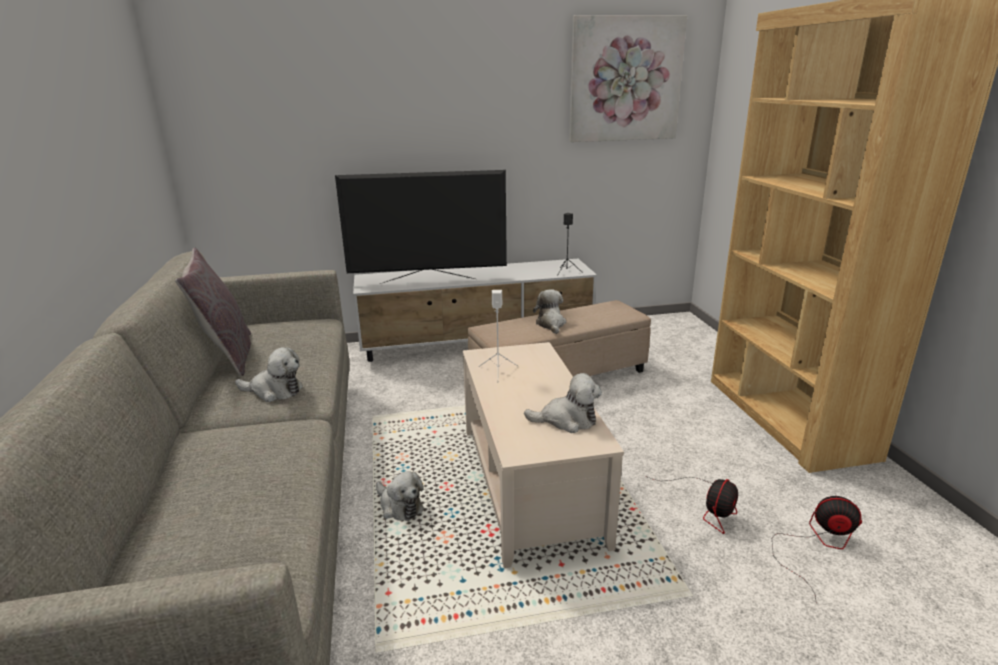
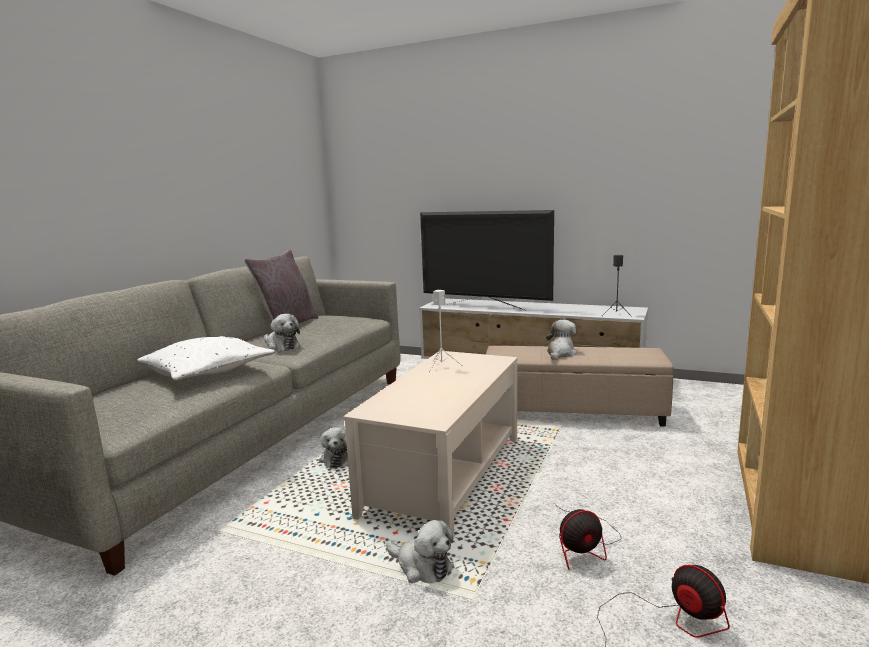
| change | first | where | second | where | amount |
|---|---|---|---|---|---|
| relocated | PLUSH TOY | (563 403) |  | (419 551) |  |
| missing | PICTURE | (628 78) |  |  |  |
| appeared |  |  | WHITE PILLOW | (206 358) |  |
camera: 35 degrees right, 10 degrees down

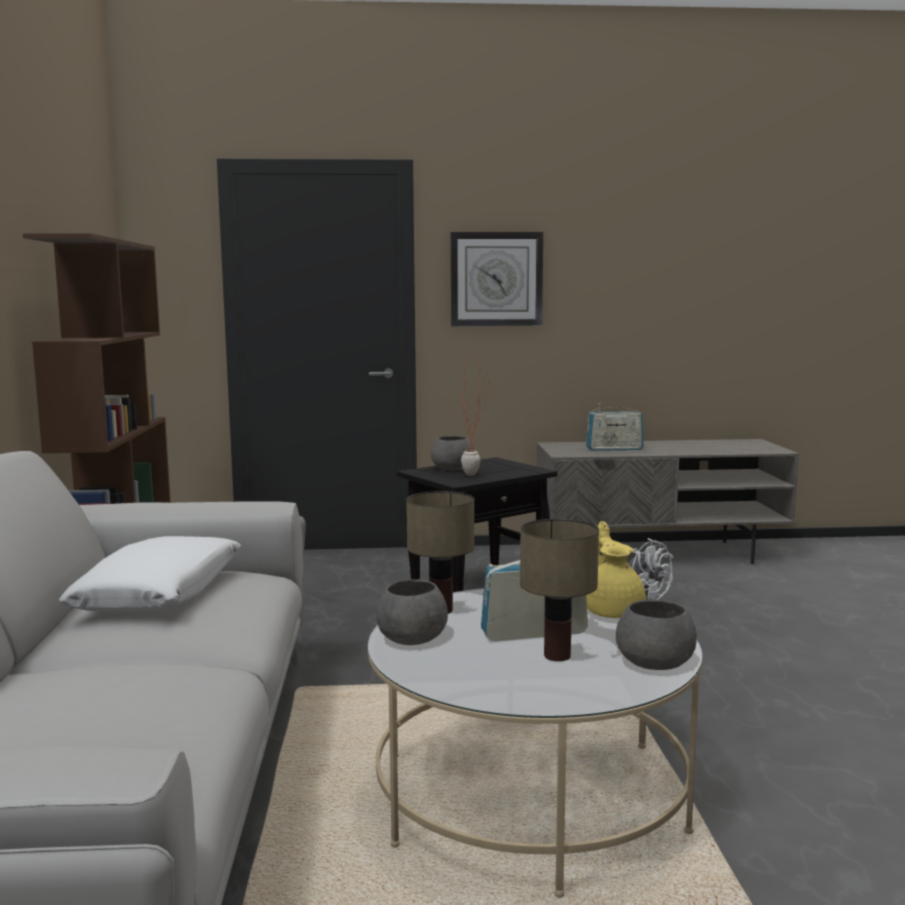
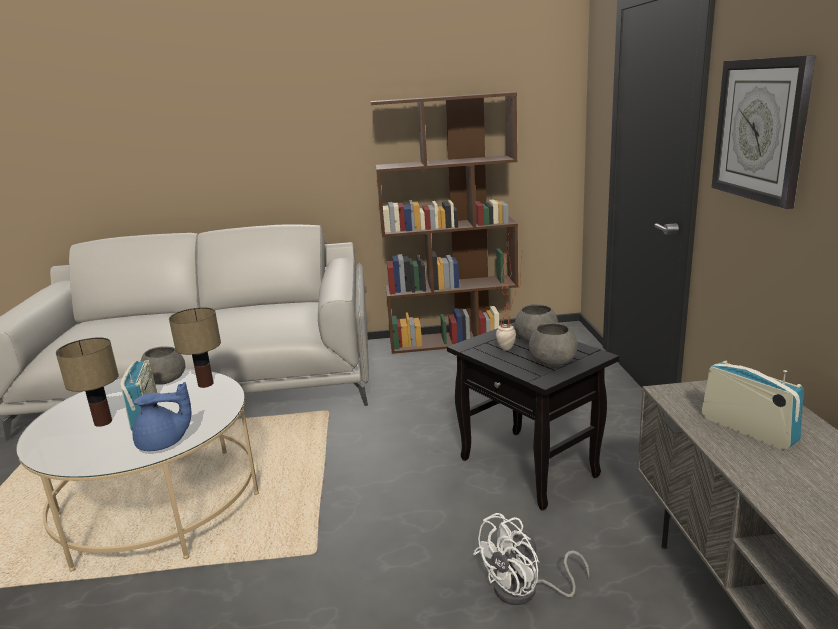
| change | first | where | second | where | amount |
|---|---|---|---|---|---|
| missing | WHITE PILLOW | (150 574) |  |  |  |
| spun | RADIO | (615 427) |  | (753 405) | 150 degrees clockwise |
| colour | YELLOW TEAPOT | (616 569) | BLUE TEAPOT | (161 416) |  |
| relocated | GREY BOWL | (656 634) |  | (553 344) |  |
camera: 90 degrees right, 10 degrees up

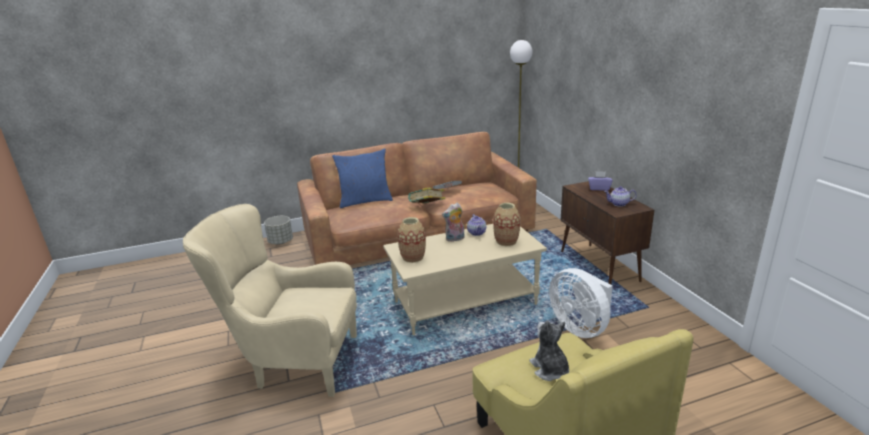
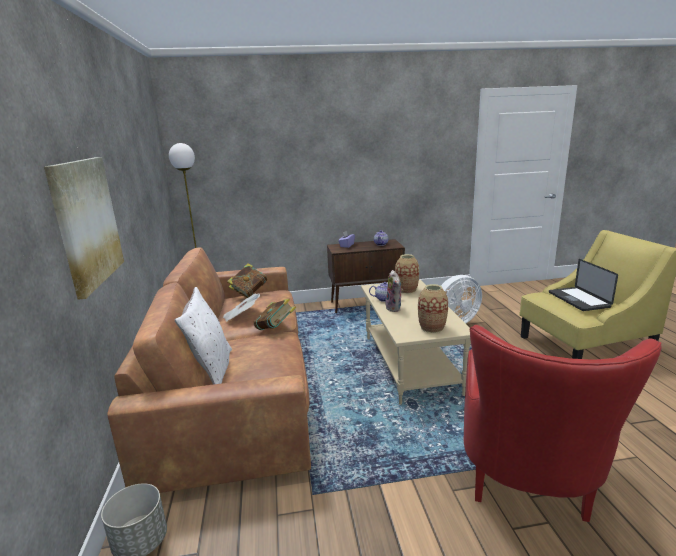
| change | first | where | second | where | amount |
|---|---|---|---|---|---|
| colour | BEIGE ARMCHAIR | (270 300) | RED ARMCHAIR | (563 423) |  |
| colour | BLUE PILLOW | (362 178) | WHITE PILLOW | (203 336) |  |
| exchanged | PLUSH TOY | (549 351) | LAPTOP | (583 285) |  |
| appeared |  |  | PICTURE | (84 228) |  |
| appeared |  |  | BOOK | (247 280) |  |
camera: 80 degrees left, 5 degrees down

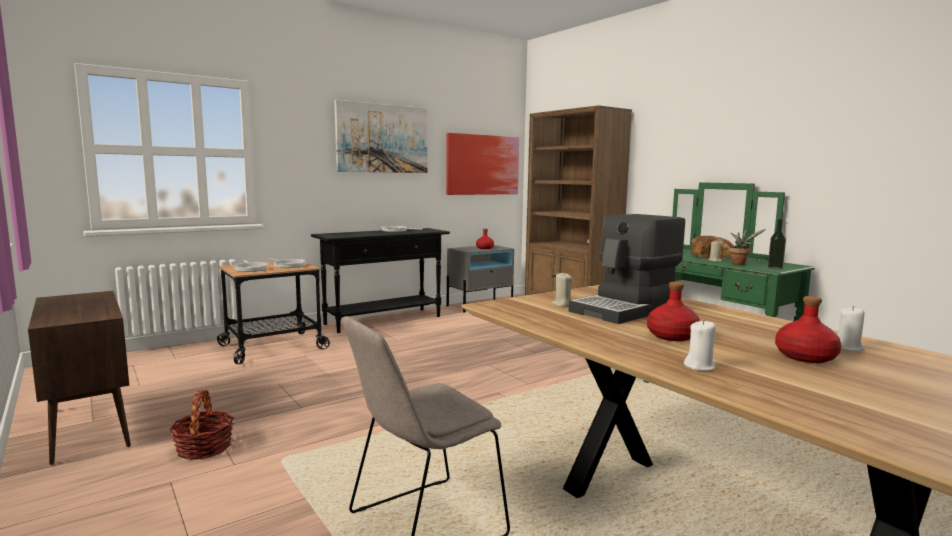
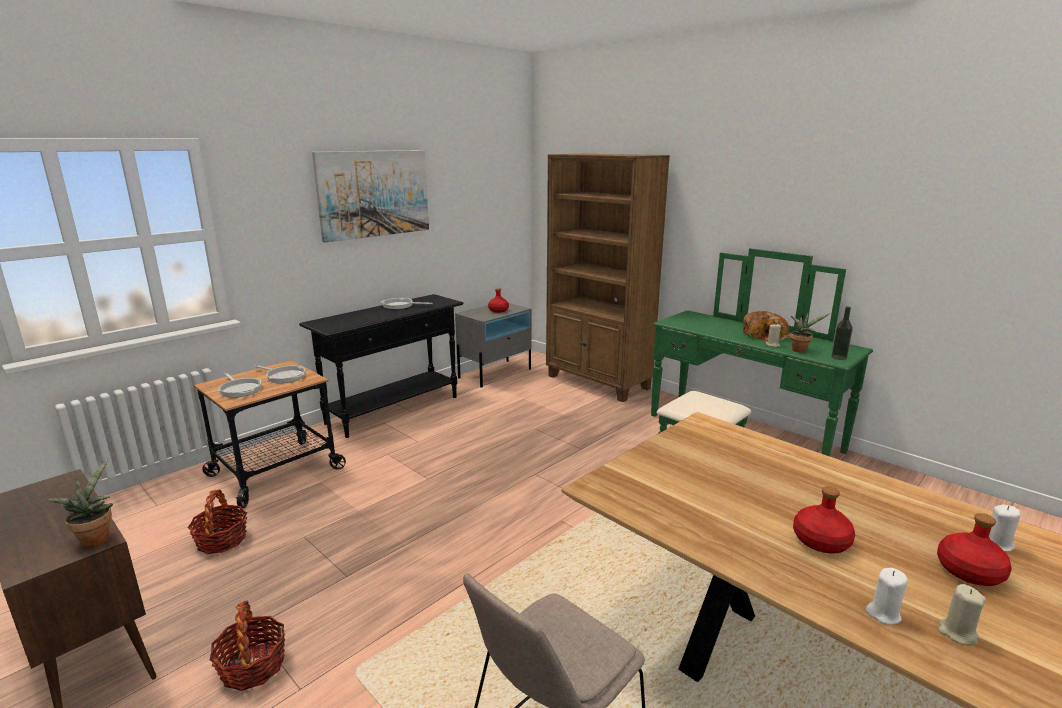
| change | first | where | second | where | amount |
|---|---|---|---|---|---|
| missing | PICTURE | (482 164) |  |  |  |
| relocated | BEIGE CANDLE | (562 290) |  | (962 615) |  |
| missing | COFFEE MACHINE | (626 269) |  |  |  |
| appeared |  |  | POTTED PLANT | (79 503) |  |
| appeared |  |  | BASKET | (217 521) |  |
camera: 10 degrees left, 10 degrees up

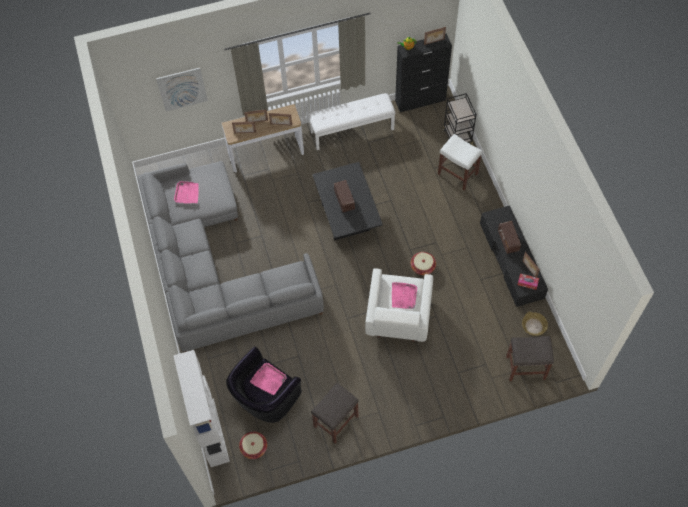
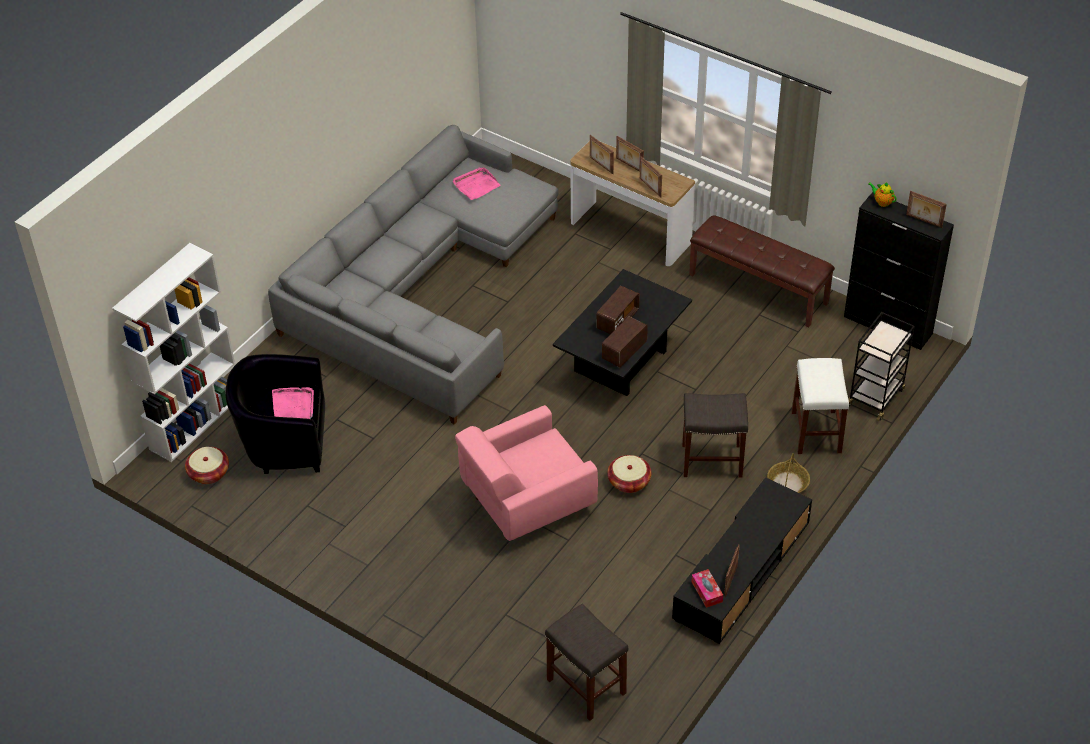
| change | first | where | second | where | amount |
|---|---|---|---|---|---|
| missing | PICTURE | (182 89) |  |  |  |
| colour | WHITE BENCH | (352 121) | BROWN BENCH | (762 271) |  |
| relocated | GREY STOOL | (335 413) |  | (715 435) |  |
| colour | WHITE ARMCHAIR | (399 305) | PINK ARMCHAIR | (526 473) |  |
| missing | PINK TRAY | (404 295) |  |  |  |
| relocated | RADIO | (509 237) |  | (625 341) |  |
| relocated | BASKET | (535 324) |  | (788 473) |  |
camera: 50 degrees right, 15 degrees down

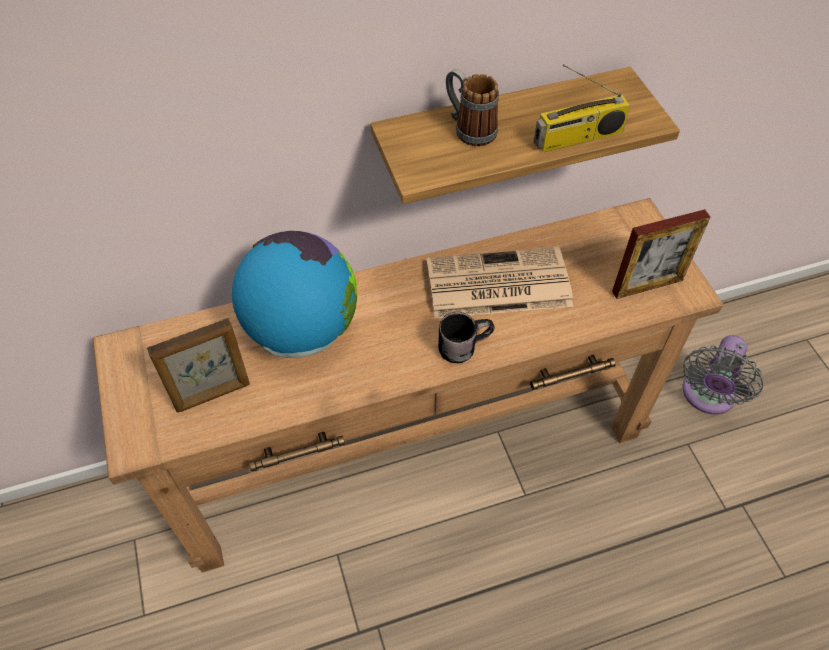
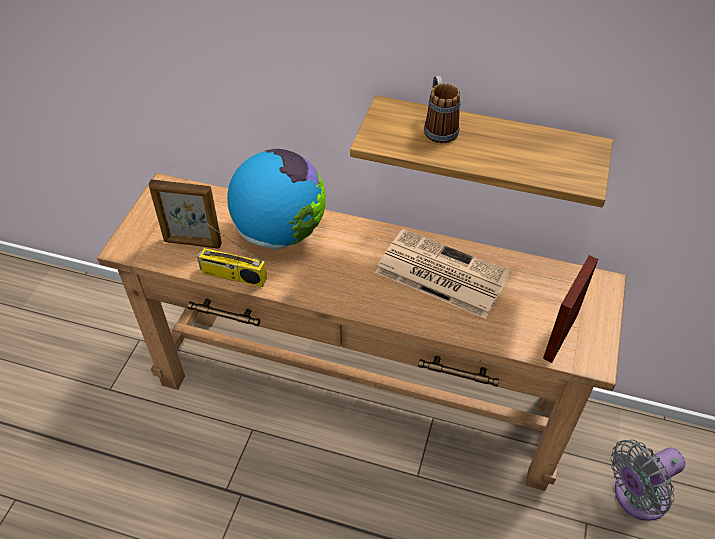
| change | first | where | second | where | amount |
|---|---|---|---|---|---|
| missing | BLACK MUG | (466 337) |  |  |  |
| relocated | RADIO | (582 108) |  | (232 255) |  |
| spun | PICTURE FRAME | (661 254) |  | (570 309) | 105 degrees clockwise |
camera: 35 degrees right, 5 degrees down

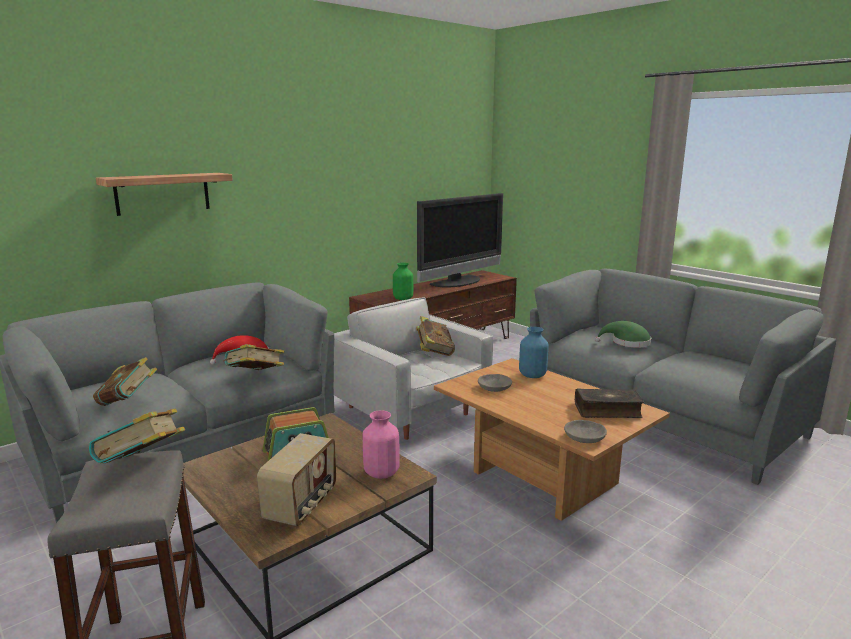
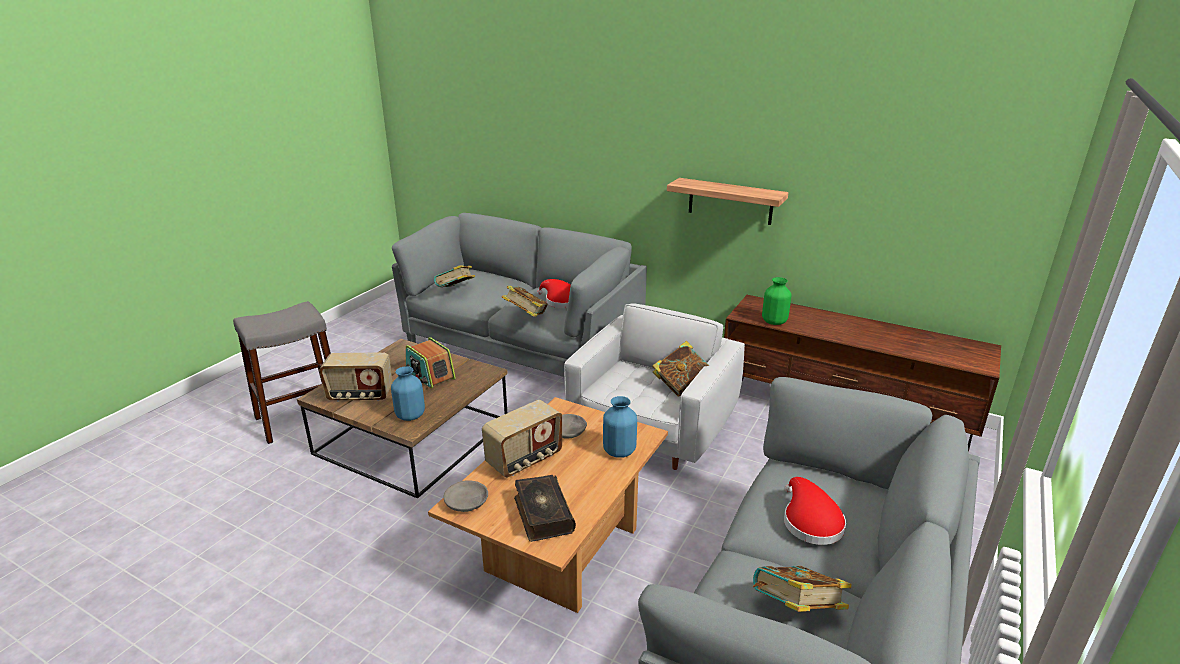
| change | first | where | second | where | amount |
|---|---|---|---|---|---|
| relocated | BOOK | (137 436) |  | (802 589) |  |
| relocated | SHELF | (164 194) |  | (728 201) |  |
| colour | PINK VASE | (381 444) | BLUE VASE | (408 393) |  |
| missing | TELEVISION | (460 240) |  |  |  |
| colour | GREEN HAT | (623 334) | RED HAT | (815 511) |  |
| appeared |  |  | RADIO | (522 439) |  |
camera: 70 degrees right, 10 degrees up

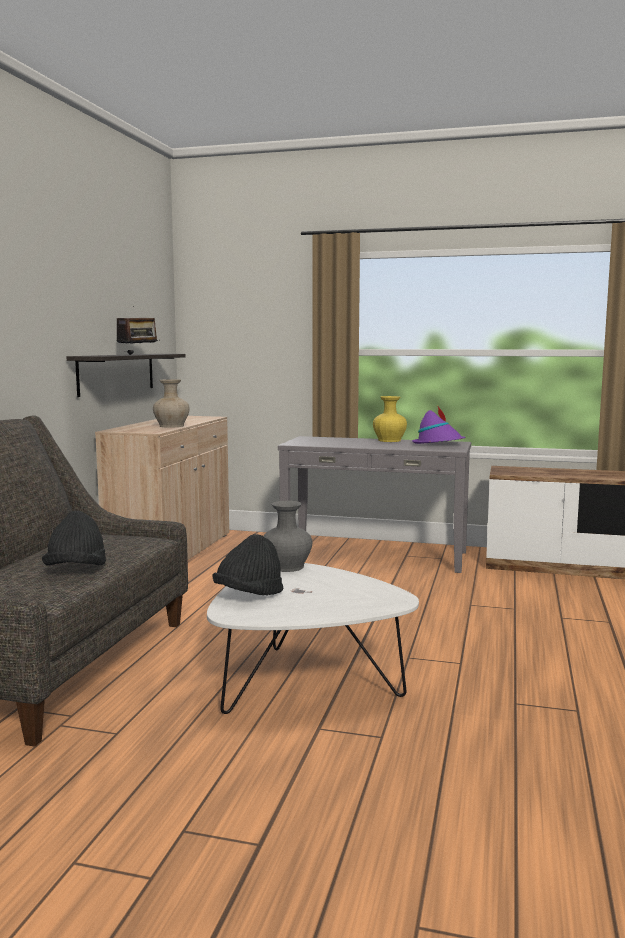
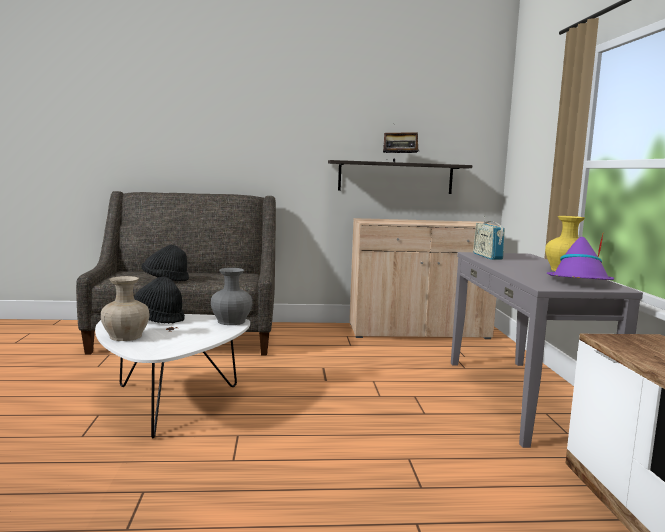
| change | first | where | second | where | amount |
|---|---|---|---|---|---|
| relocated | BEIGE VASE | (171 403) |  | (125 308) |  |
| appeared |  |  | RADIO | (489 238) |  |
camera: 70 degrees right, 0 degrees up

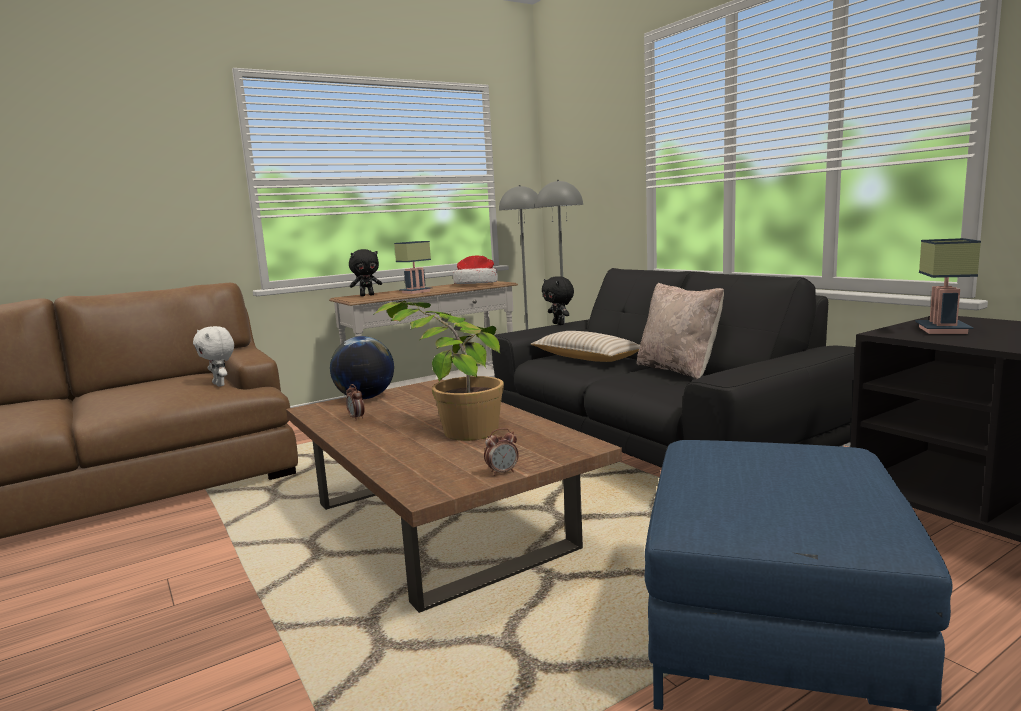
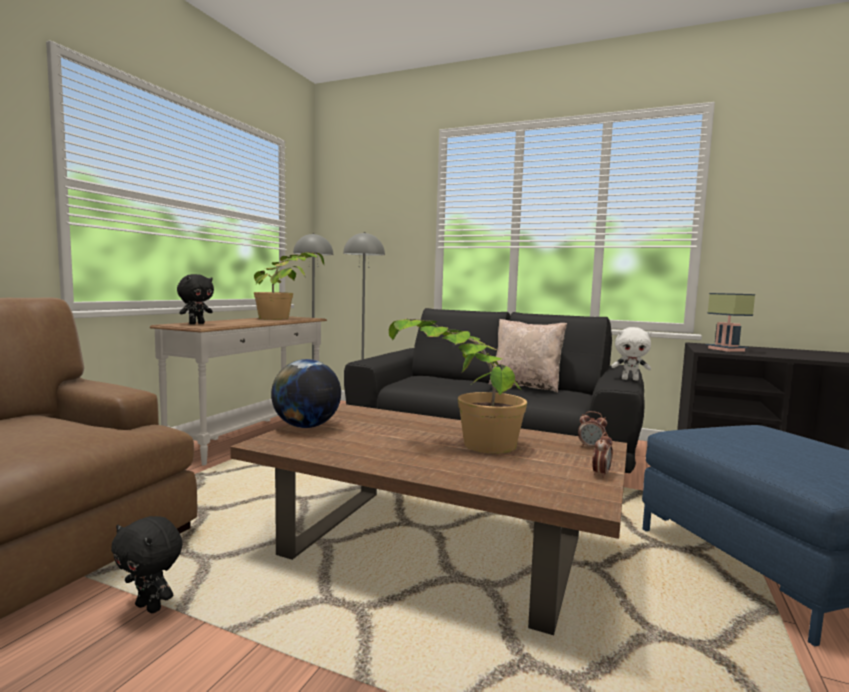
| change | first | where | second | where | amount |
|---|---|---|---|---|---|
| relocated | WHITE PLUSH TOY | (213 356) |  | (631 354) |  |
| relocated | ALARM CLOCK | (355 402) |  | (592 429) |  |
| missing | TABLE LAMP | (413 267) |  |  |  |
| exchanged | HAT | (475 270) | POTTED PLANT | (289 286) |  |
| missing | BEIGE PILLOW | (585 346) |  |  |  |
| relocated | BLACK PLUSH TOY | (558 300) |  | (147 564) |  |
camera: 35 degrees left, 5 degrees down

